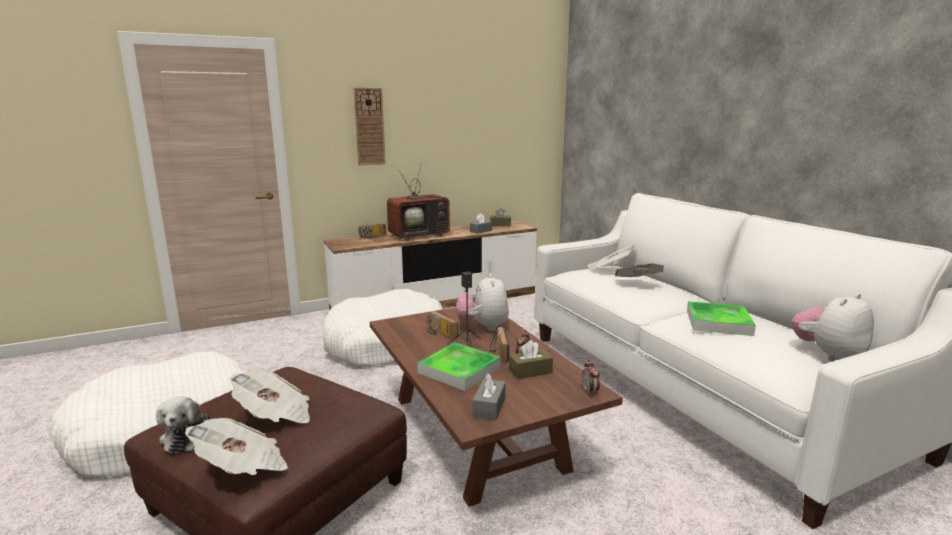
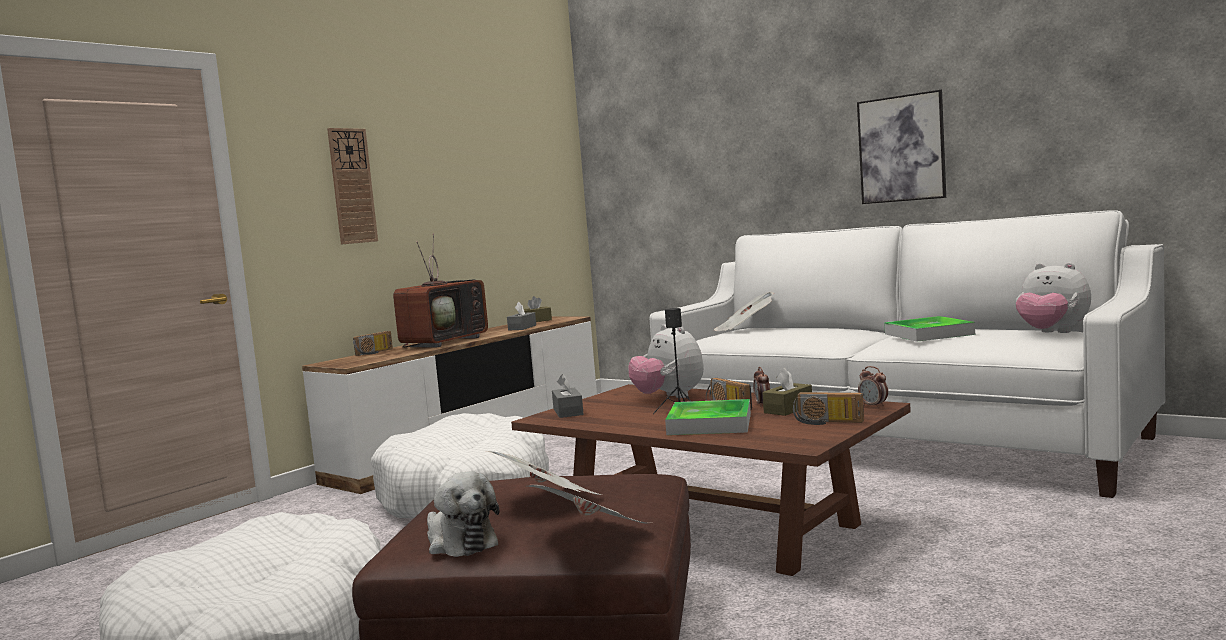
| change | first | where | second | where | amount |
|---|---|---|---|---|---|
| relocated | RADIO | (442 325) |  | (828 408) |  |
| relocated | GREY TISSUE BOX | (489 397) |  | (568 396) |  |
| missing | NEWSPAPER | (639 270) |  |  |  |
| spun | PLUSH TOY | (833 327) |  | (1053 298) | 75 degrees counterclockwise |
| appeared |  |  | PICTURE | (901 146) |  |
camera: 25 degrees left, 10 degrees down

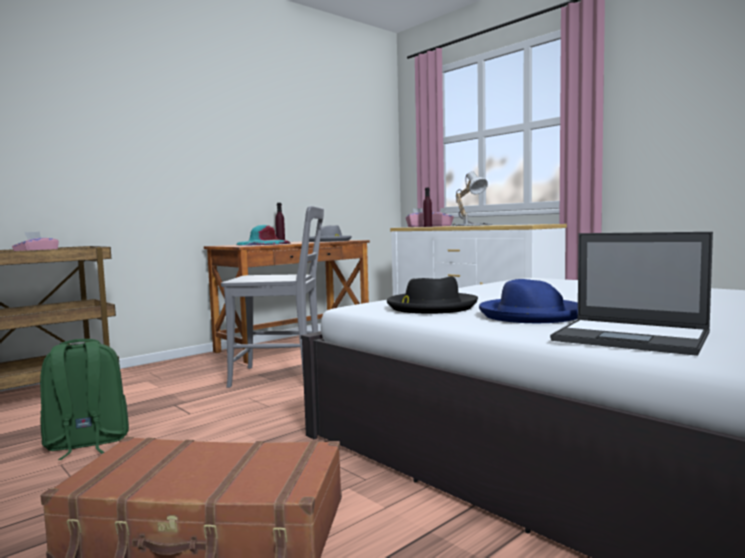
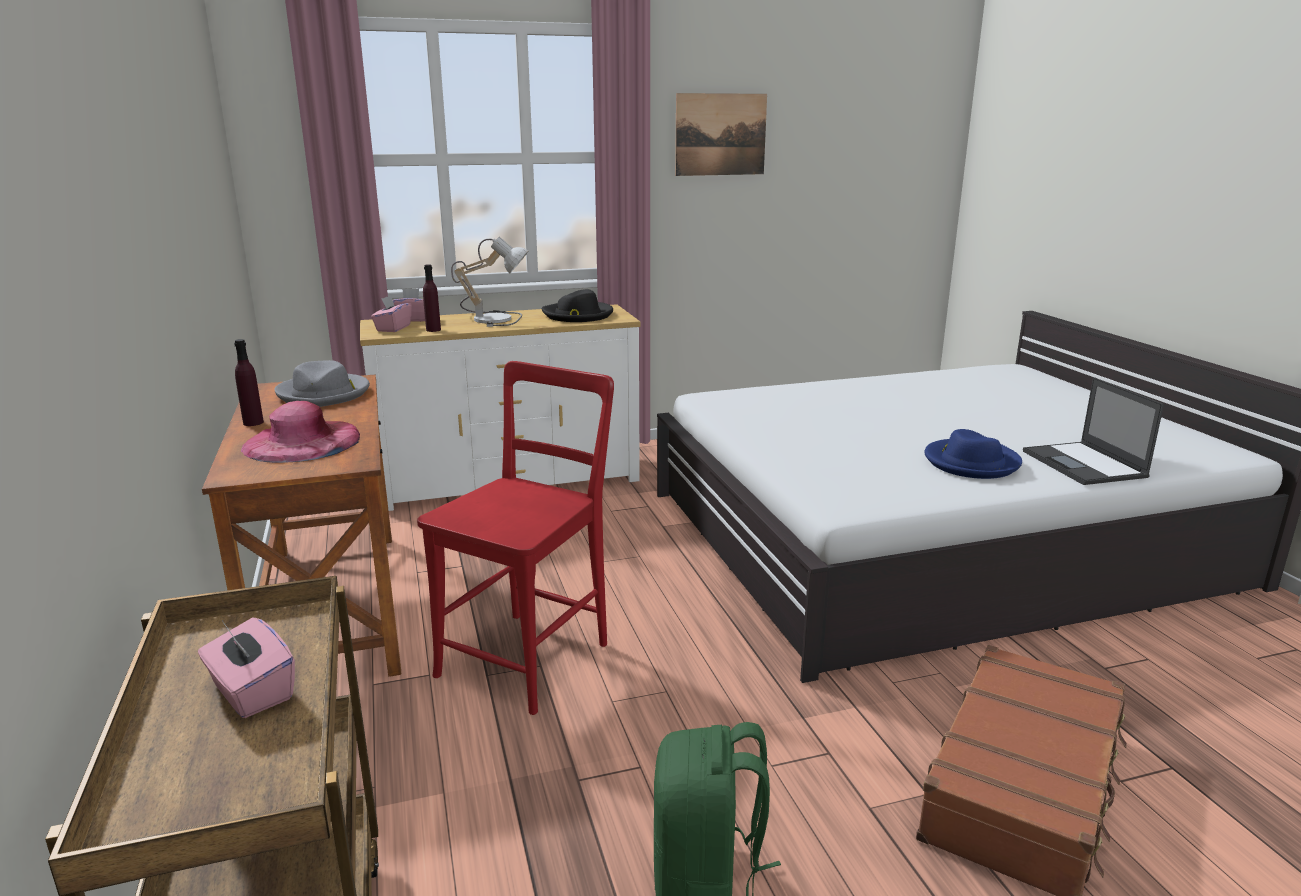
| change | first | where | second | where | amount |
|---|---|---|---|---|---|
| colour | GREY CHAIR | (272 297) | RED CHAIR | (515 538) |  |
| colour | TURQUOISE HAT | (263 235) | PINK HAT | (300 432) |  |
| relocated | BLACK HAT | (432 295) |  | (577 305) |  |
| spun | LAPTOP | (631 294) |  | (1093 431) | 105 degrees clockwise |
| appeared |  |  | PICTURE | (721 134) |  |
camera: 65 degrees left, 15 degrees up

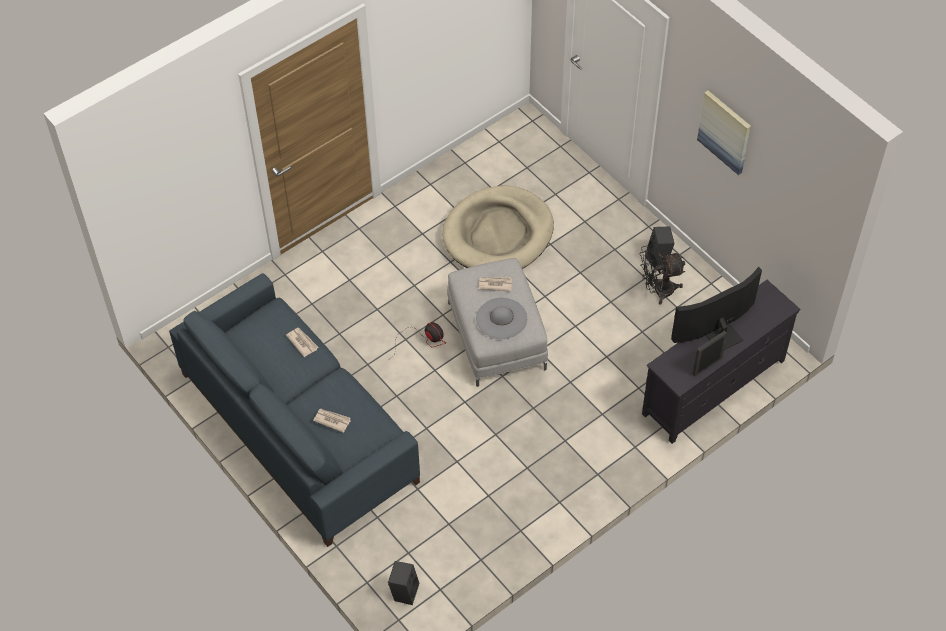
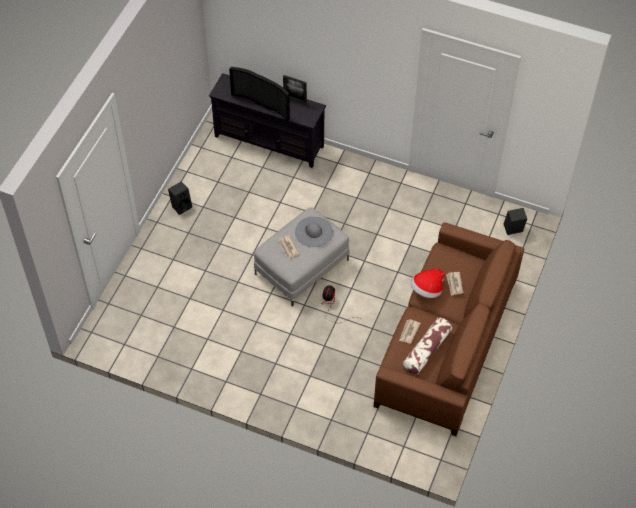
| change | first | where | second | where | amount |
|---|---|---|---|---|---|
| colour | BLUE SOFA | (294 410) | BROWN SOFA | (449 329) |  |
| missing | BEIGE DOG BED | (498 227) |  |  |  |
| missing | BLACK FAN | (662 274) |  |  |  |
| missing | PICTURE | (724 132) |  |  |  |
| appeared |  |  | PILLOW | (427 346) |  |
| appeared |  |  | HAT | (428 283) |  |
camera: 120 degrees left, 0 degrees up

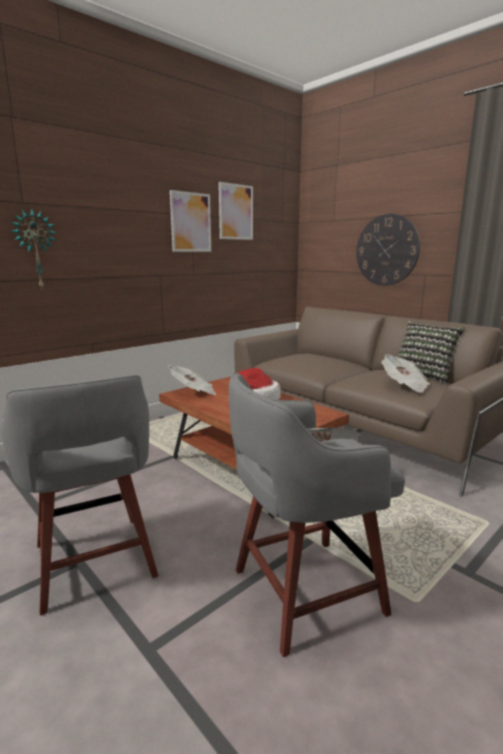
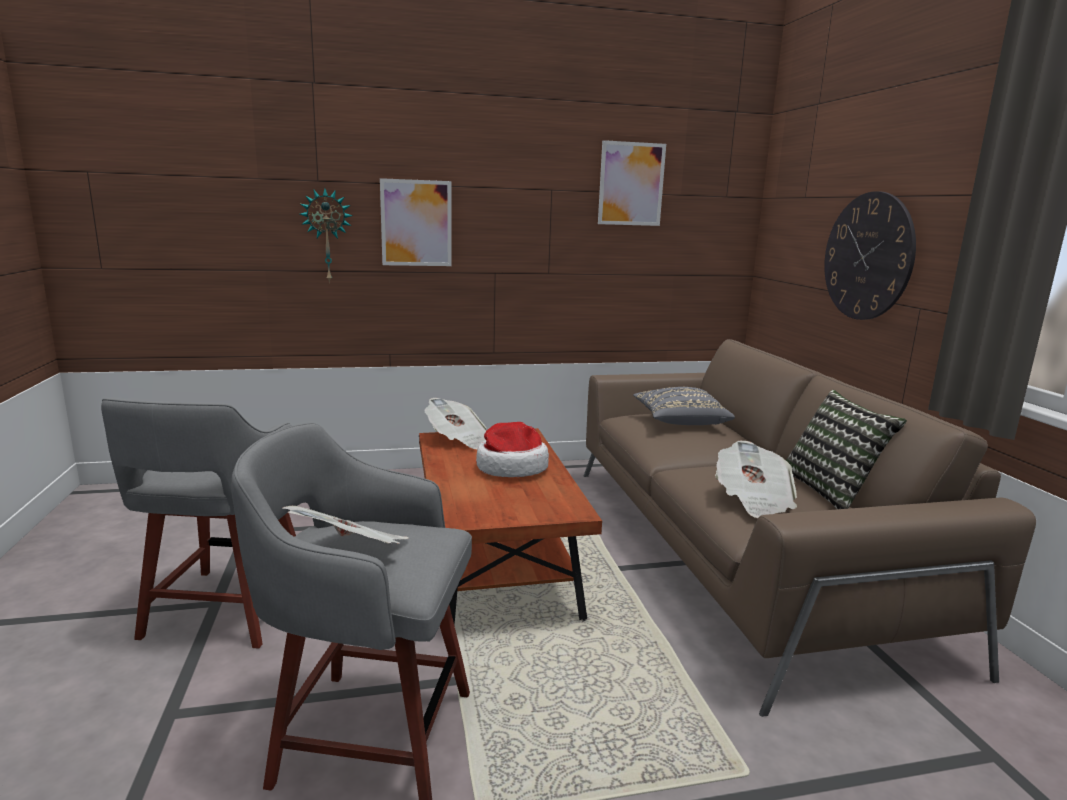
| change | first | where | second | where | amount |
|---|---|---|---|---|---|
| relocated | PICTURE | (190 221) |  | (416 222) |  |
| appeared |  |  | GREY PILLOW | (684 406) |  |
camera: 30 degrees right, 0 degrees up

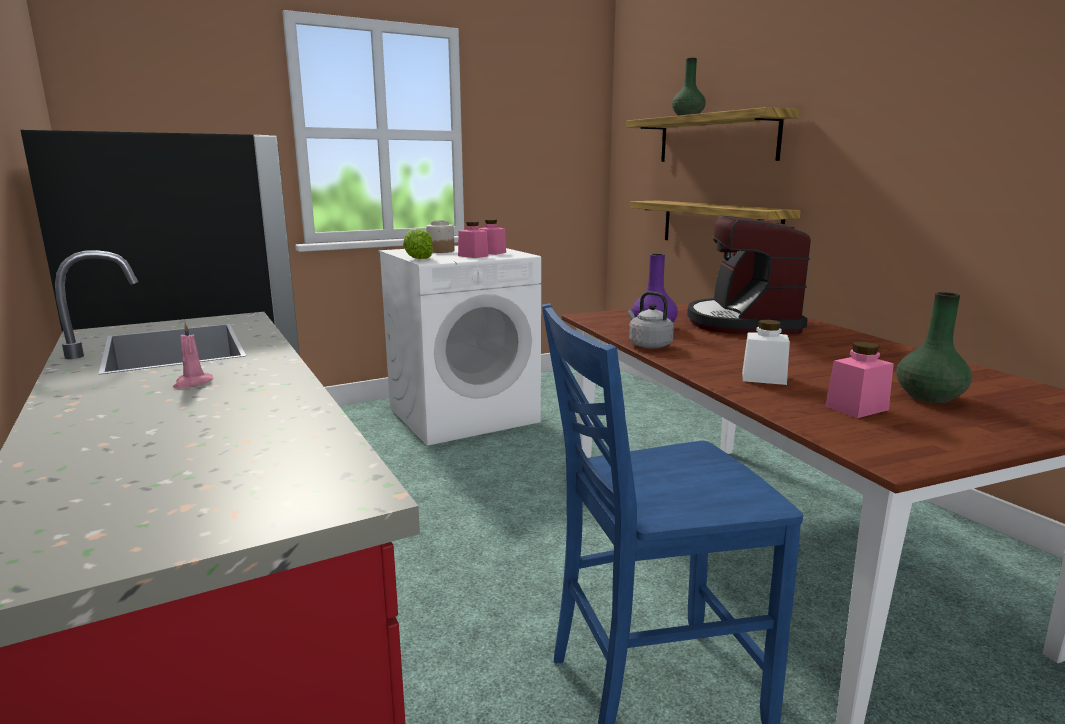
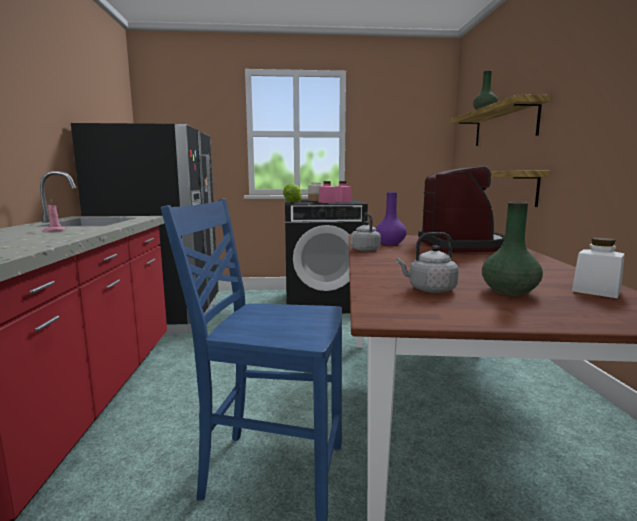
| change | first | where | second | where | amount |
|---|---|---|---|---|---|
| colour | WHITE WASHING MACHINE | (460 346) | BLACK WASHING MACHINE | (326 256) |  |
| spun | COFFEE MACHINE | (749 275) |  | (461 209) | 150 degrees clockwise |
| relocated | WHITE JAR | (766 352) |  | (598 268) |  |
| exchanged | PINK JAR | (859 380) | GREY KETTLE | (427 262) |  |
camera: 25 degrees right, 5 degrees down

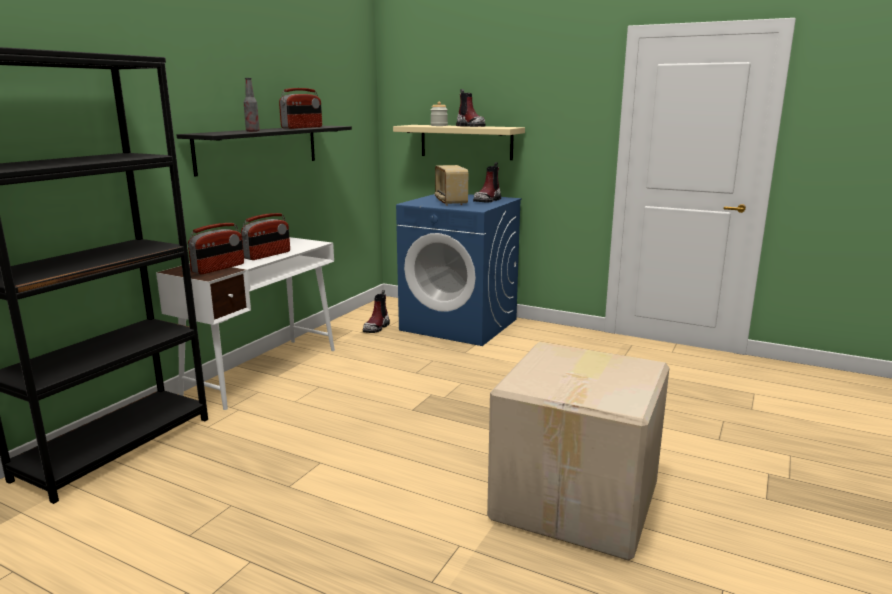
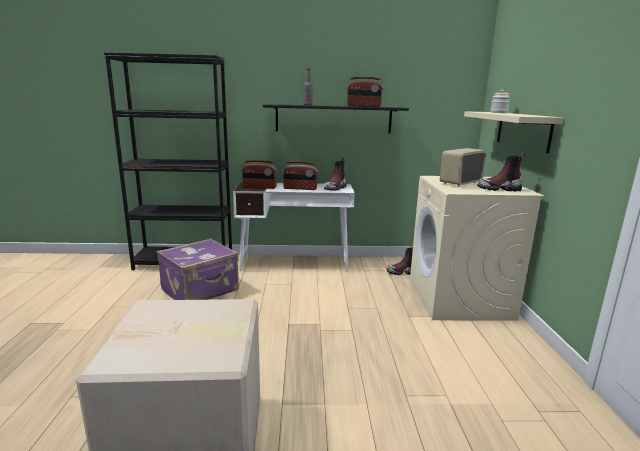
| change | first | where | second | where | amount |
|---|---|---|---|---|---|
| colour | BLUE WASHING MACHINE | (459 270) | BEIGE WASHING MACHINE | (477 248) |  |
| relocated | BOOT | (471 108) |  | (335 174) |  |
| appeared |  |  | PURPLE SUITCASE | (197 269) |  |
camera: 60 degrees right, 0 degrees up

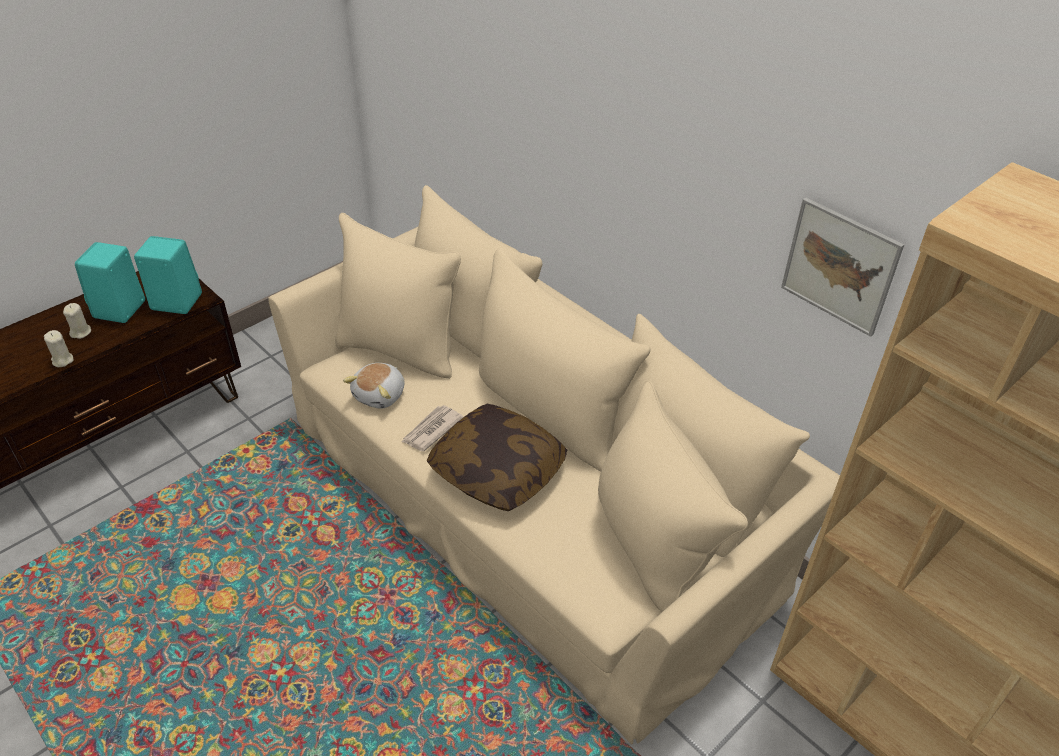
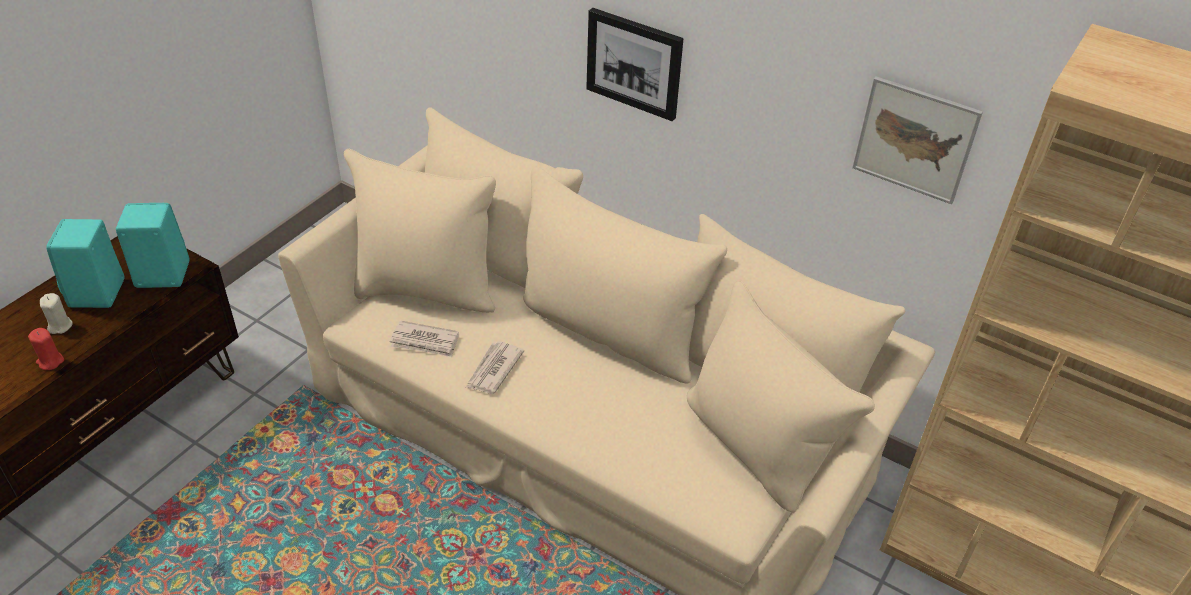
| change | first | where | second | where | amount |
|---|---|---|---|---|---|
| colour | BEIGE CANDLE | (58 348) | RED CANDLE | (46 349) |  |
| exchanged | PLUSH TOY | (374 385) | NEWSPAPER | (424 338) |  |
| missing | PILLOW | (497 457) |  |  |  |
| appeared |  |  | PICTURE | (635 64) |  |
camera: 15 degrees left, 0 degrees up

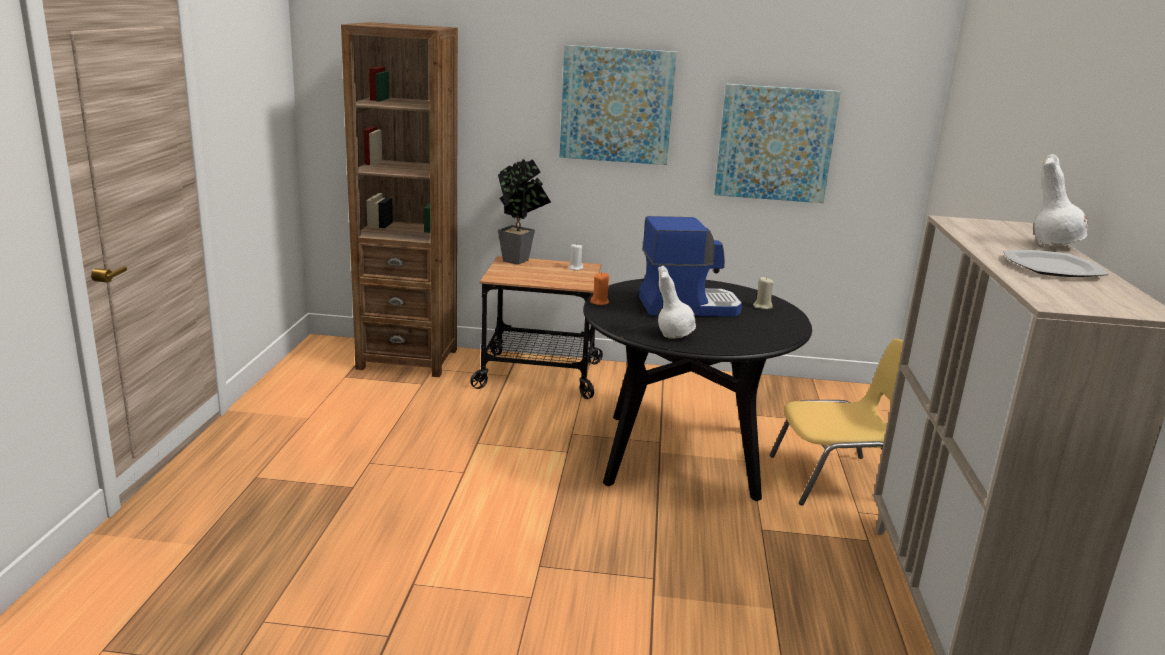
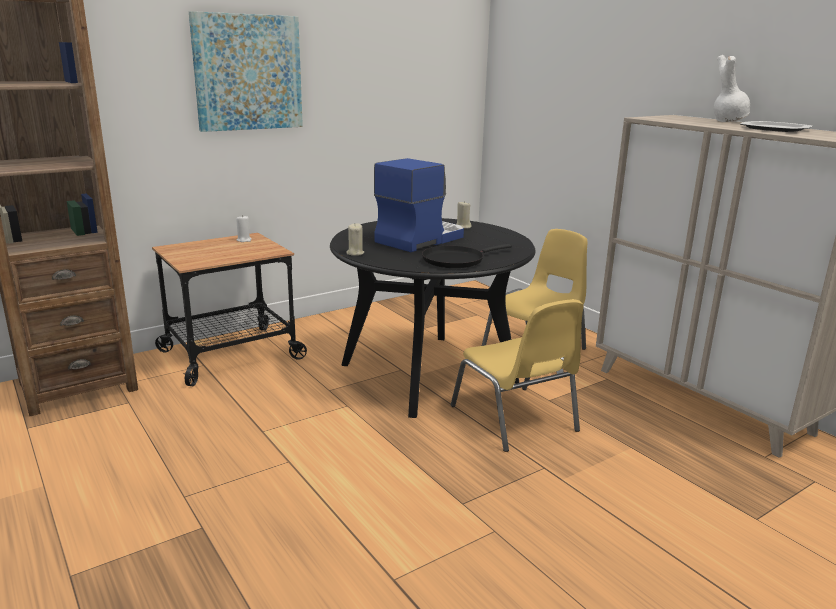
| change | first | where | second | where | amount |
|---|---|---|---|---|---|
| missing | POTTED PLANT | (524 212) |  |  |  |
| colour | ORANGE CANDLE | (599 288) | BEIGE CANDLE | (355 239) |  |
| exchanged | WHITE VASE | (677 302) | BLACK FRYING PAN | (467 256) |  |
| missing | PICTURE | (777 143) |  |  |  |
| appeared |  |  | YELLOW CHAIR | (517 375) |  |
camera: 40 degrees left, 0 degrees up

